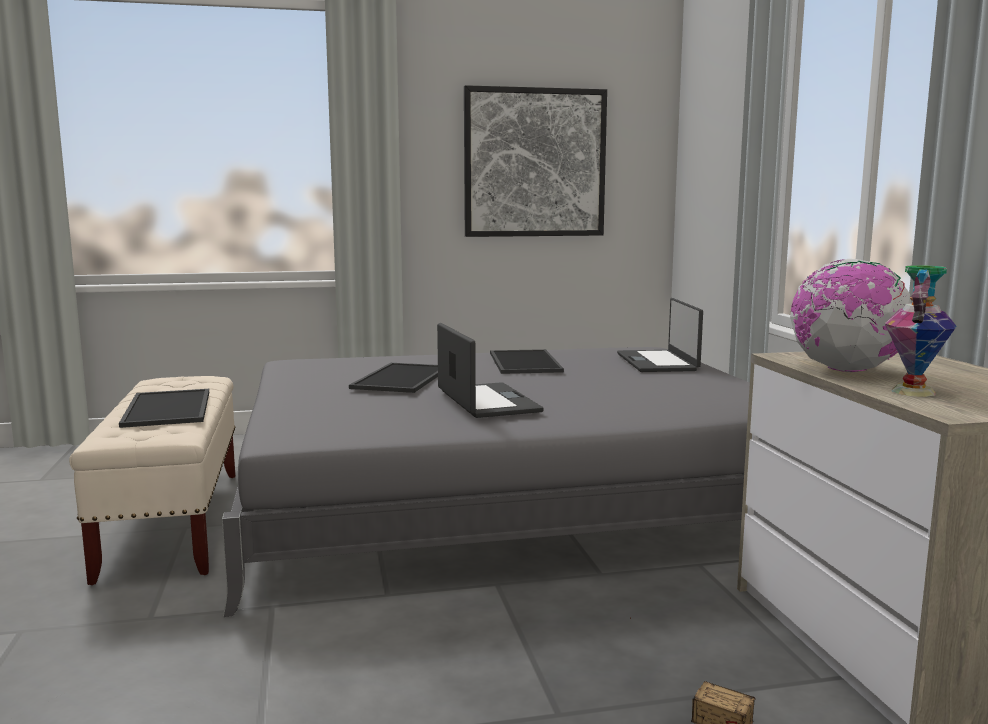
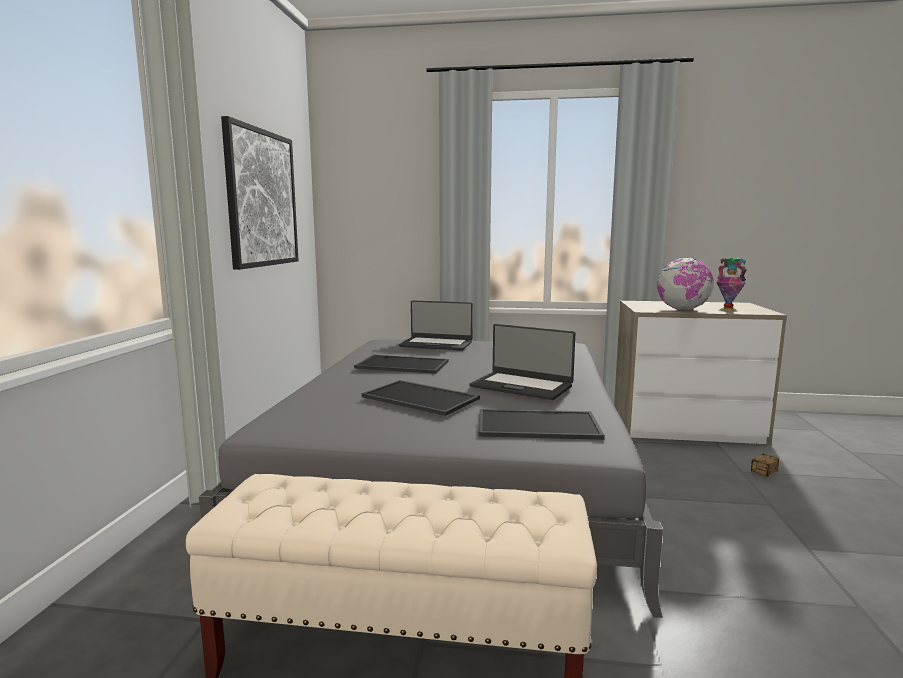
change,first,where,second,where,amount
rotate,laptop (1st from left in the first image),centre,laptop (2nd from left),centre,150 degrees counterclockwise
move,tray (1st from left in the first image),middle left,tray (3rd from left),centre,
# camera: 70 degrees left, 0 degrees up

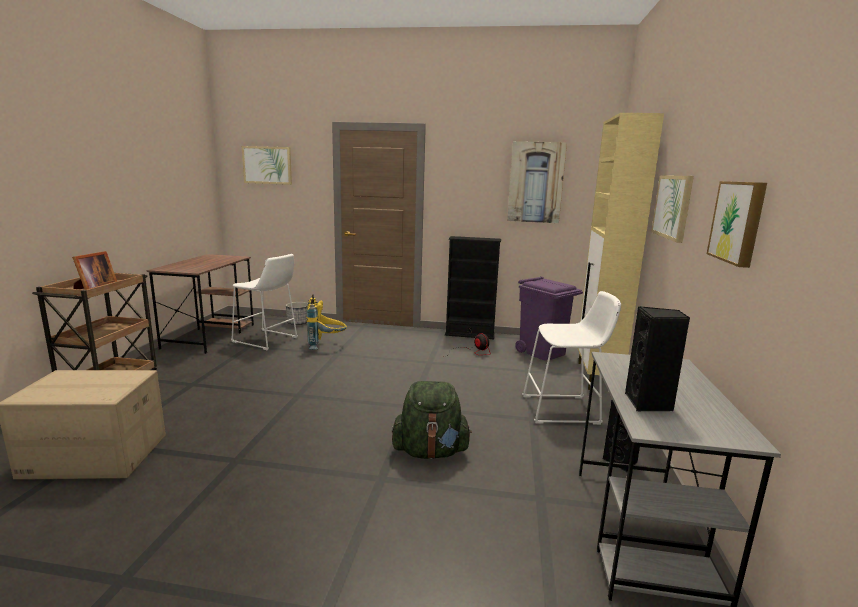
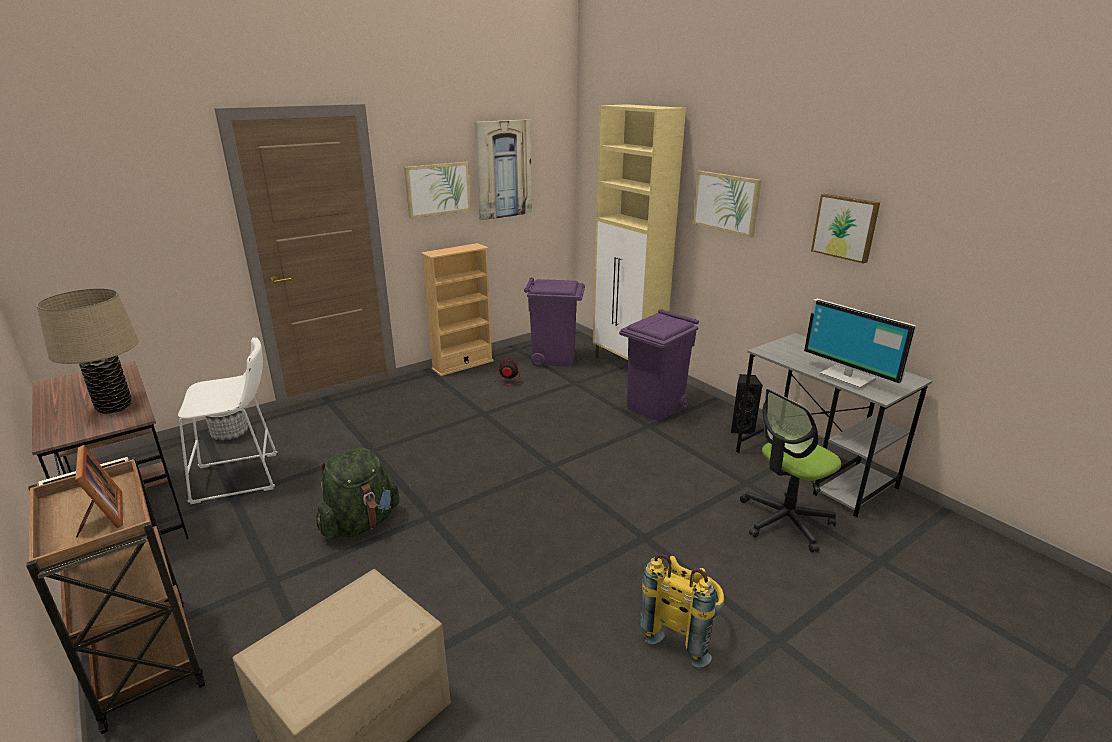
change,first,where,second,where,amount
insert,,,beige table lamp,middle left,
move,green backpack,bottom centre,,middle left,
move,picture (1st from left),top left,,top centre,
recolor,black bookcase,centre,beige bookcase,centre,
replace,white stool (2nd from left),centre,purple trash can (2nd from left),centre,
move,yellow backpack,centre,,bottom centre,
insert,,,office chair,middle right,
replace,black speaker (2nd from left),middle right,monitor,middle right,
# camera: 45 degrees left, 10 degrees up

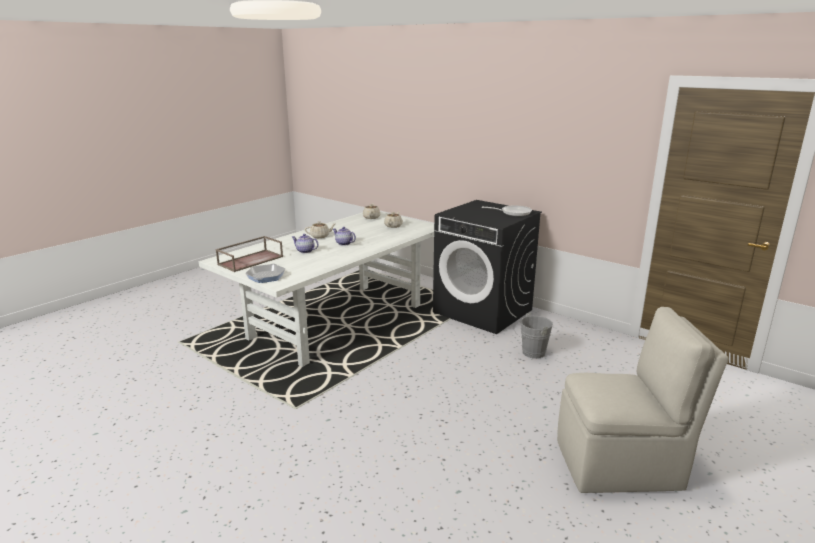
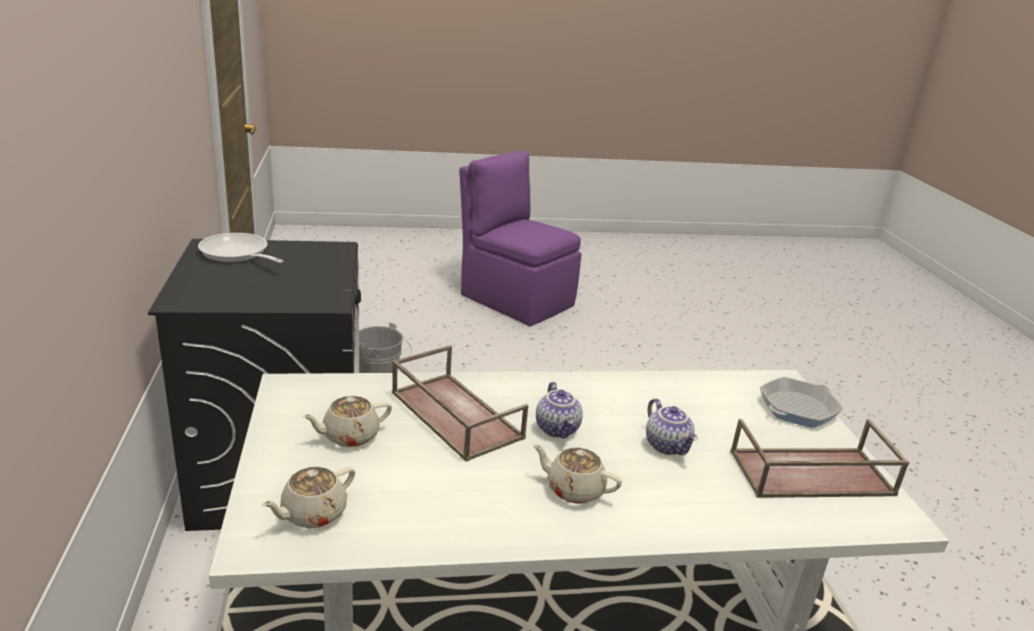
change,first,where,second,where,amount
insert,,,brown tray (1st from left),centre,
recolor,beige chair,bottom right,purple chair,centre,
# camera: 140 degrees left, 5 degrees up

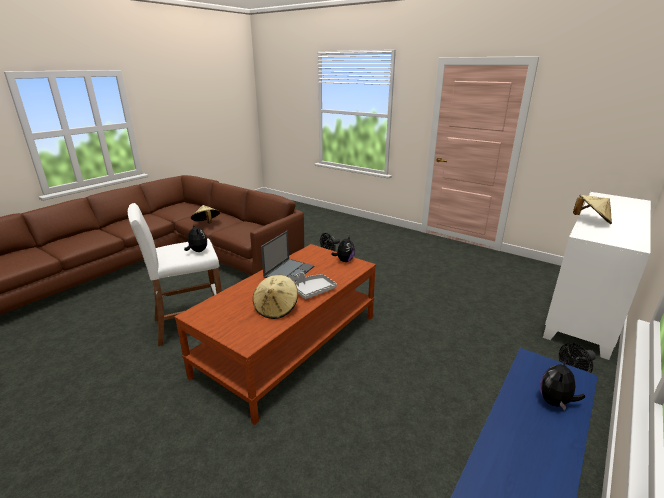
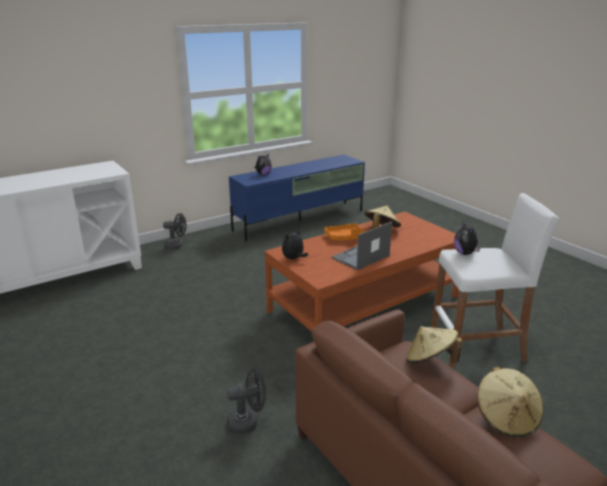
change,first,where,second,where,amount
recolor,grey tray,centre,orange tray,centre,
move,beige hat (3rd from left in the first image),middle right,beige hat (2nd from left),bottom right,
# camera: 160 degrees left, 0 degrees up

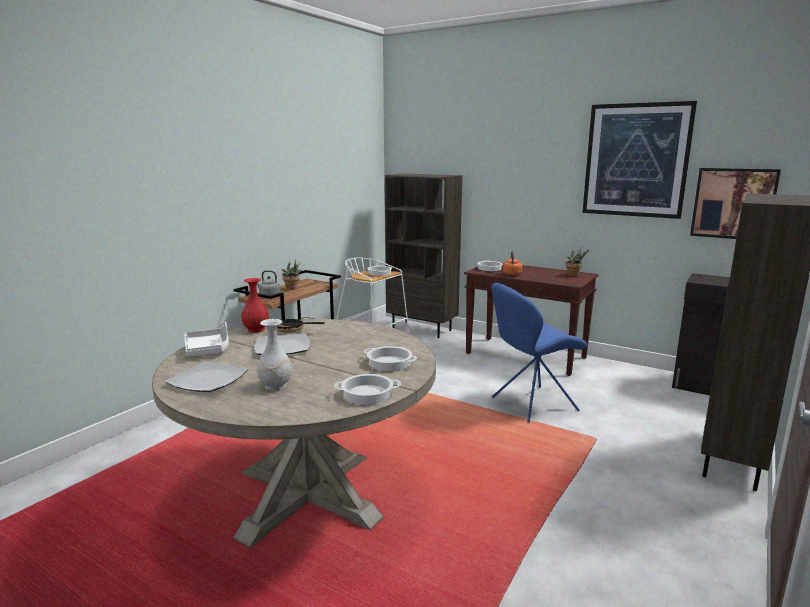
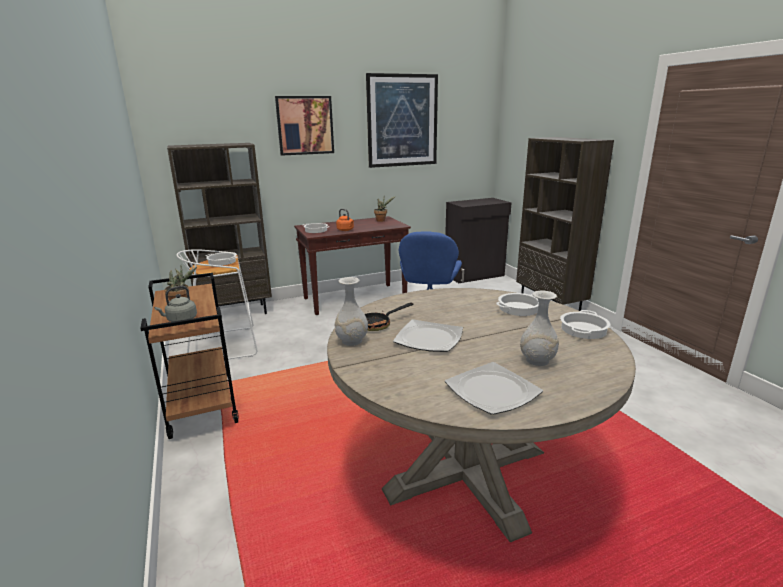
change,first,where,second,where,amount
move,picture (2nd from left in the first image),middle right,picture (1st from left),top centre,
recolor,red vase,middle left,white vase (1st from left),centre,
delete,white tray,middle left,,,
# camera: 55 degrees left, 5 degrees up

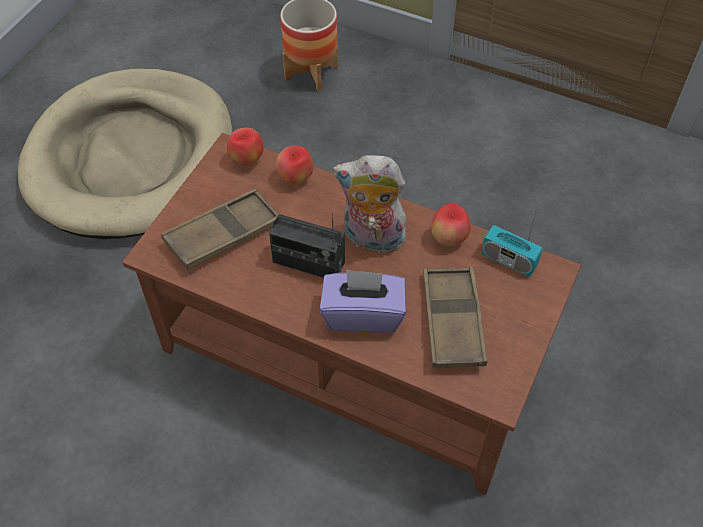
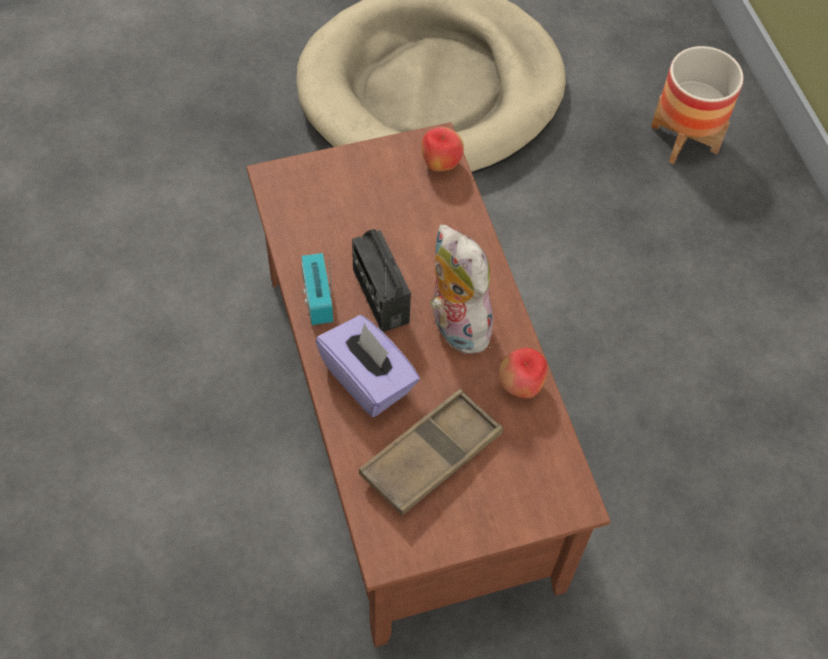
change,first,where,second,where,amount
move,radio (2nd from left in the first image),middle right,radio (1st from left),centre,
delete,brown tray (1st from left),middle left,,,
delete,apple (2nd from left),top centre,,,
# camera: 45 degrees right, 5 degrees up

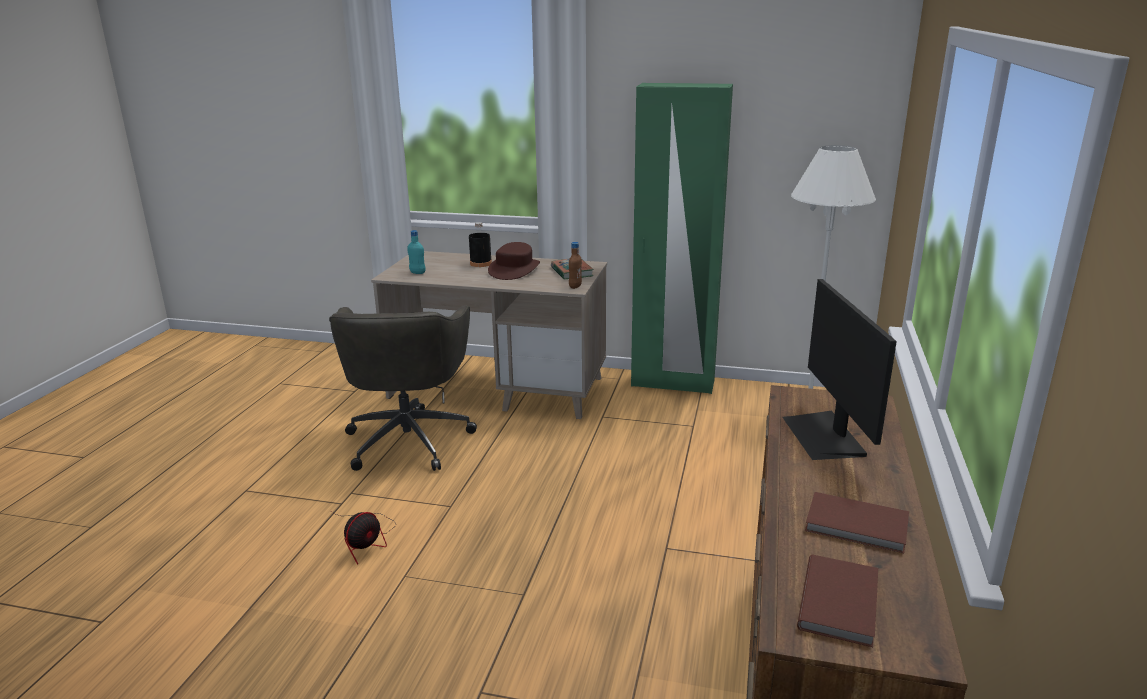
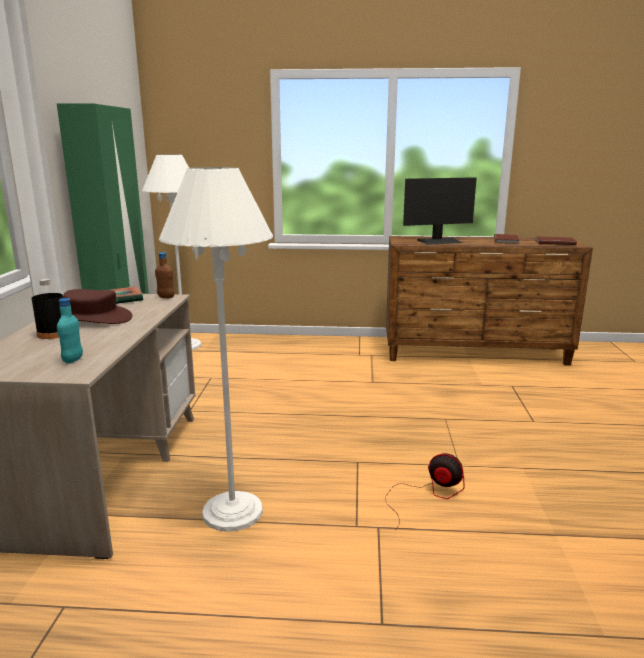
change,first,where,second,where,amount
replace,grey office chair,centre,white floor lamp (2nd from left),centre,
# camera: 100 degrees left, 5 degrees down

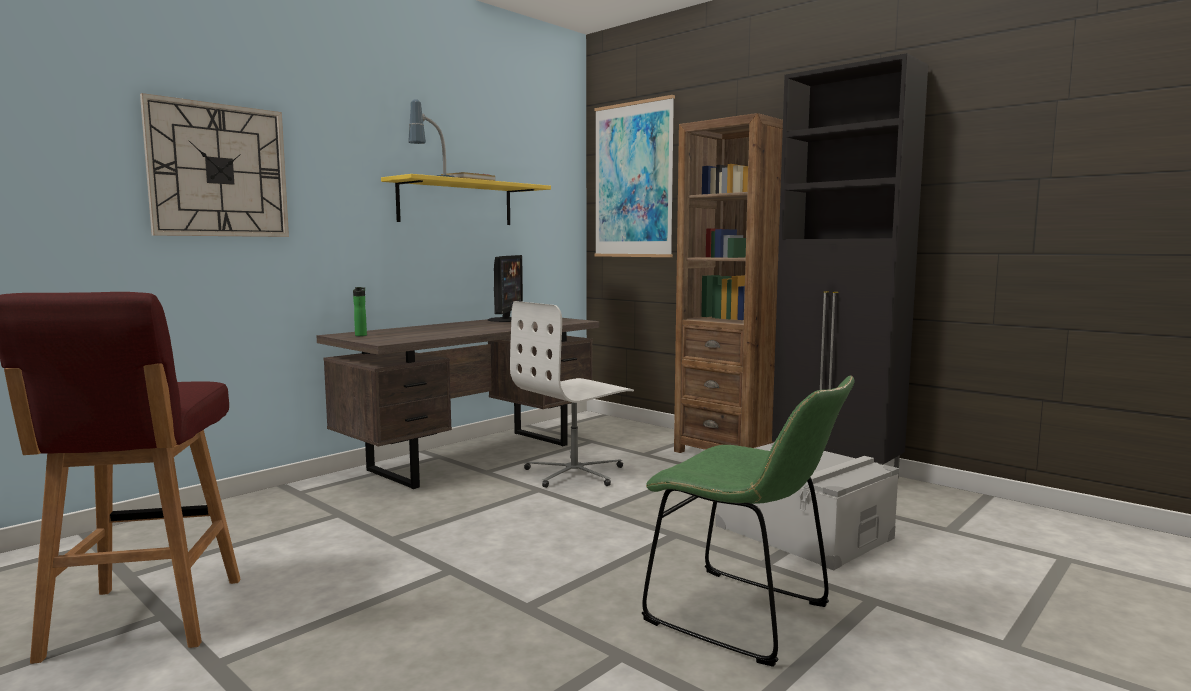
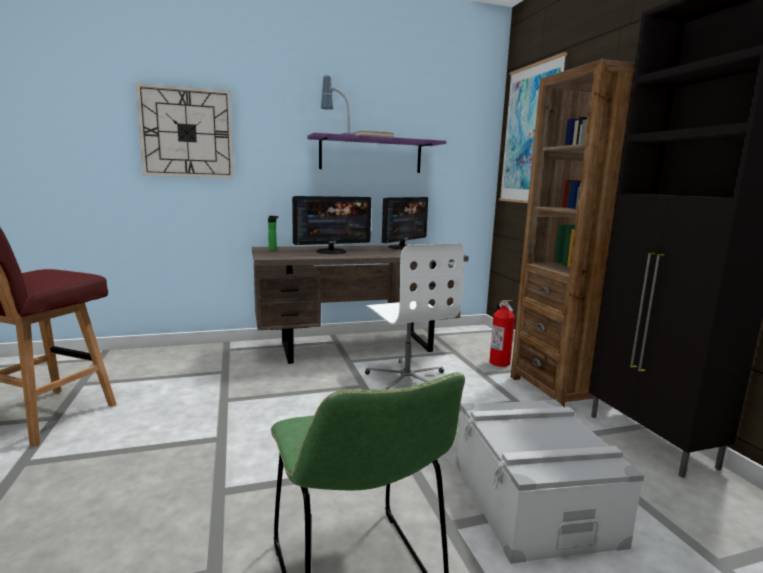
change,first,where,second,where,amount
insert,,,monitor (1st from left),centre,
recolor,yellow shelf,top centre,purple shelf,top centre,
rotate,white office chair,centre,,centre,105 degrees counterclockwise
insert,,,fire extinguisher,centre,
# camera: 30 degrees right, 5 degrees up

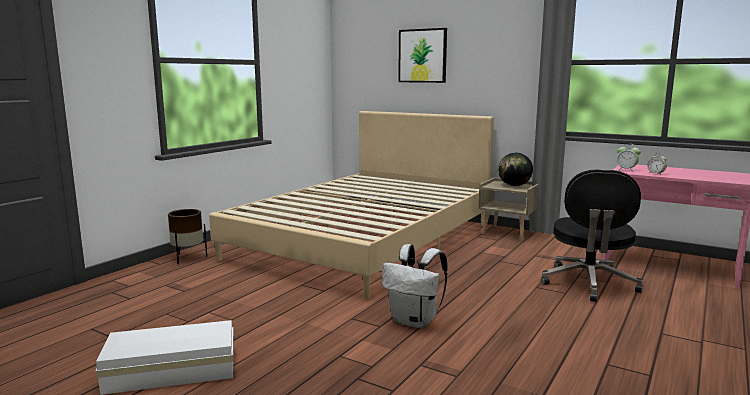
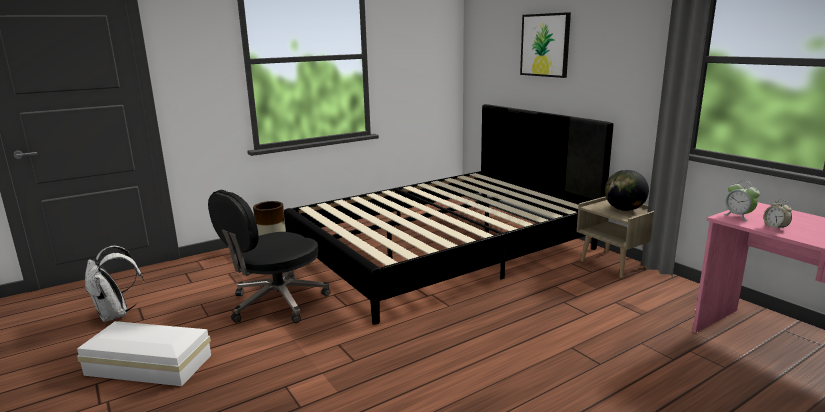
change,first,where,second,where,amount
move,white backpack,bottom centre,,bottom left,
move,black office chair,middle right,,middle left,
recolor,beige bed,centre,black bed,centre,
# camera: 25 degrees right, 5 degrees up

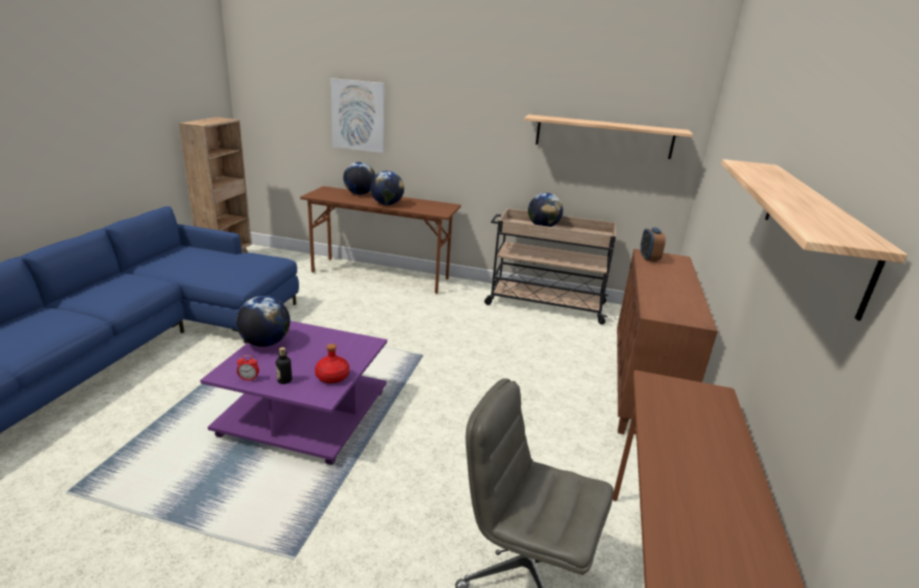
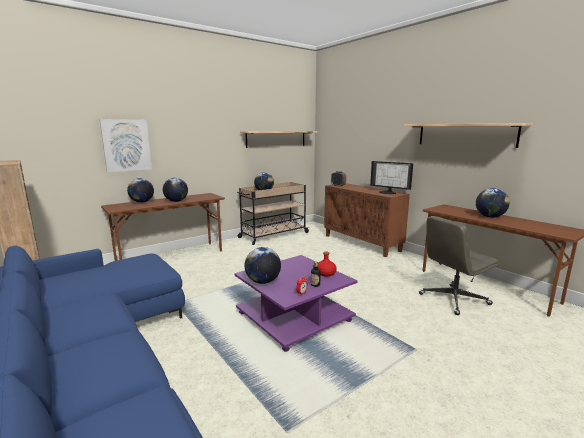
change,first,where,second,where,amount
insert,,,monitor,middle right,
insert,,,globe (5th from left),middle right,
# camera: 50 degrees left, 10 degrees down

